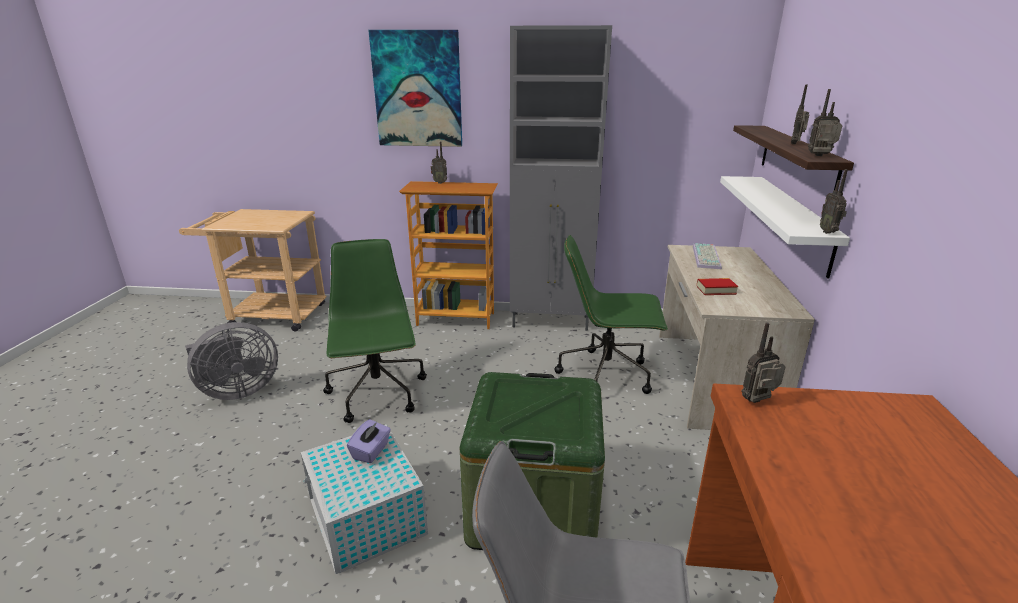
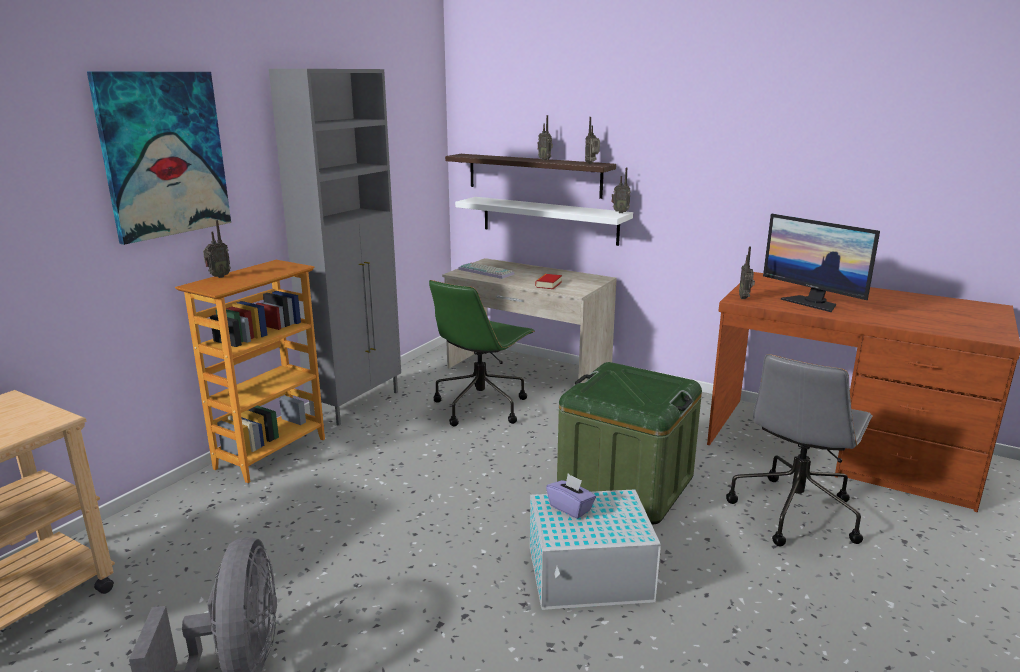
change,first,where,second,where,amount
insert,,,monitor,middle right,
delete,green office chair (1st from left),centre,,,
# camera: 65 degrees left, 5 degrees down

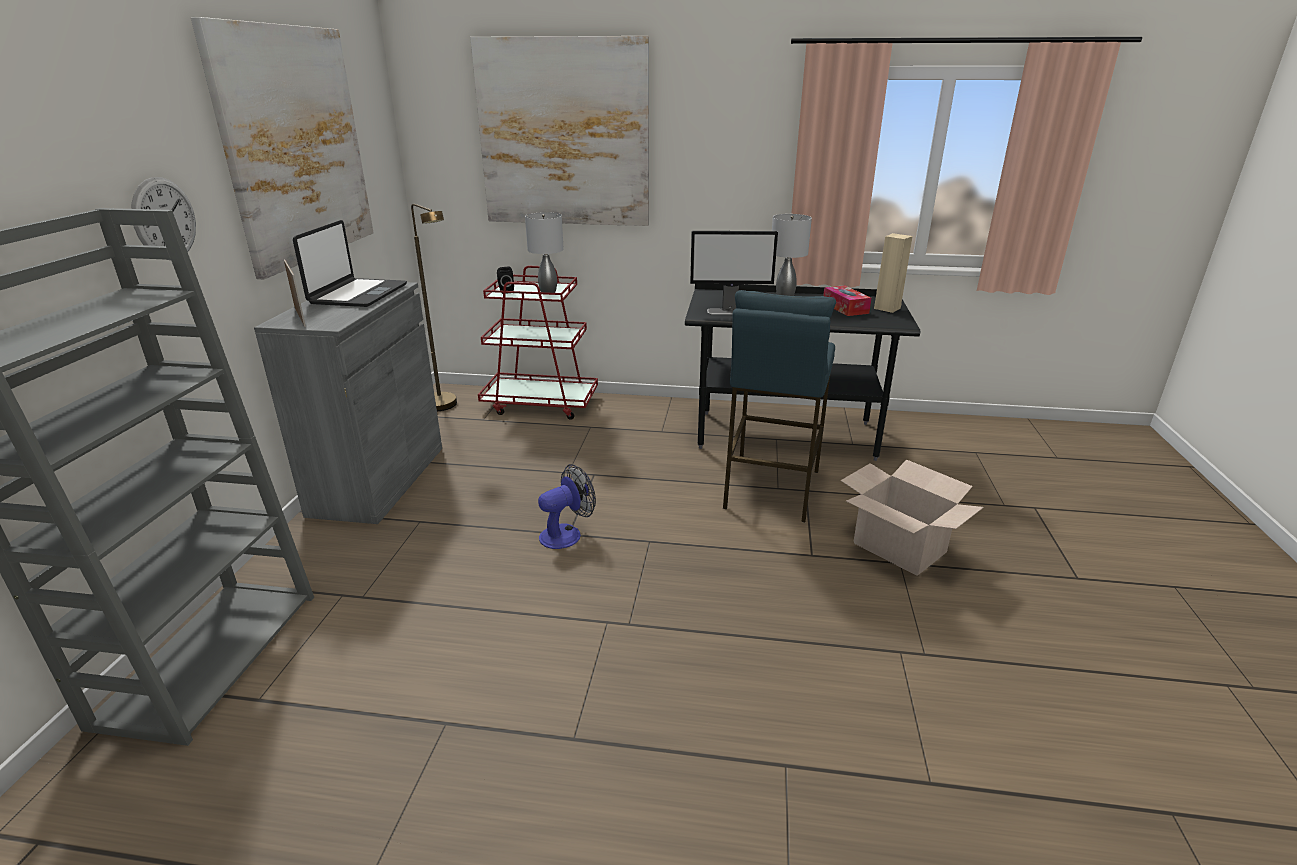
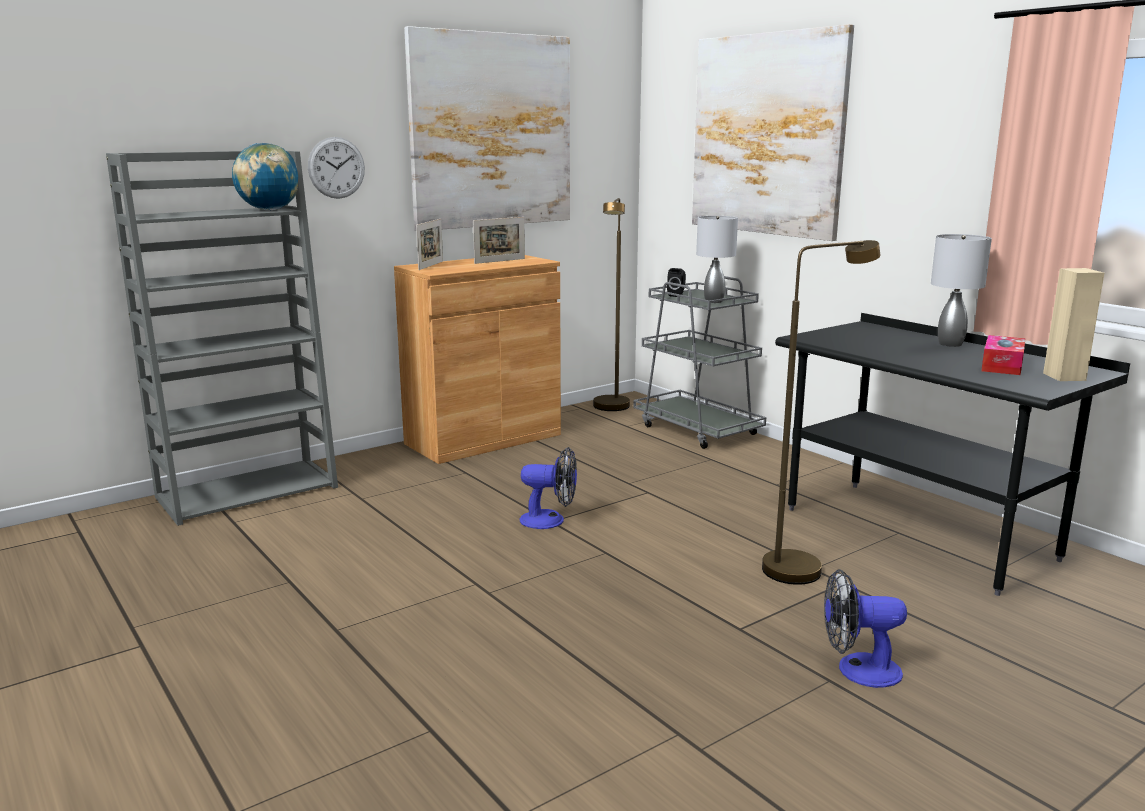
change,first,where,second,where,amount
insert,,,globe,top left,
recolor,grey cabinet,middle left,brown cabinet,centre,
replace,laptop,top left,picture frame (2nd from left),top centre,
recolor,red cart,centre,grey cart,centre,
replace,blue stool,centre,brown floor lamp (2nd from left),middle right,
replace,cardboard box,middle right,fan (2nd from left),bottom right,
delete,monitor,top centre,,,
# camera: 45 degrees right, 10 degrees down

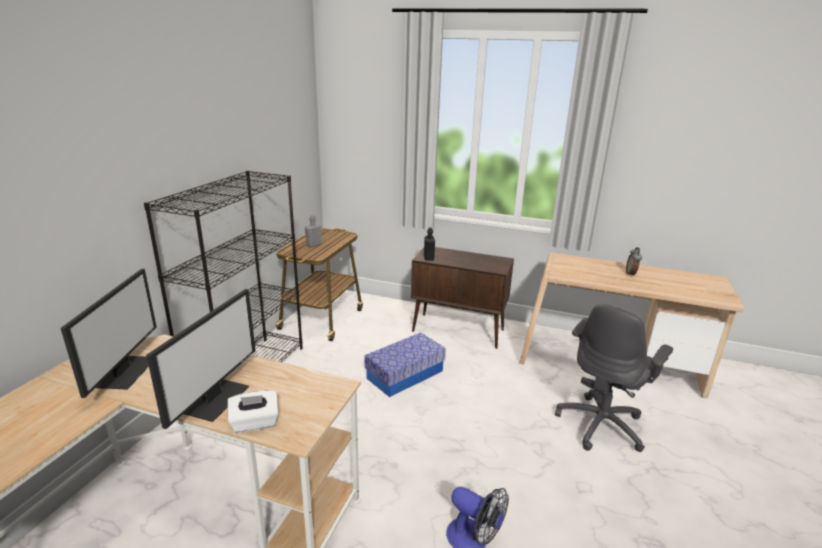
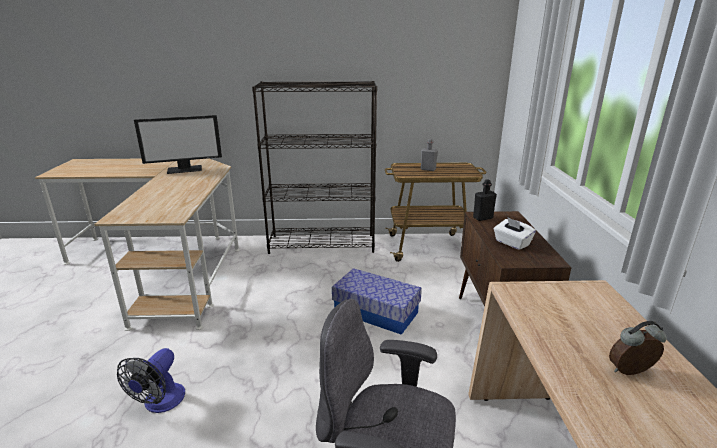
change,first,where,second,where,amount
move,white tissue box,bottom left,,middle right,
delete,monitor (2nd from left),middle left,,,
# camera: 70 degrees right, 0 degrees up

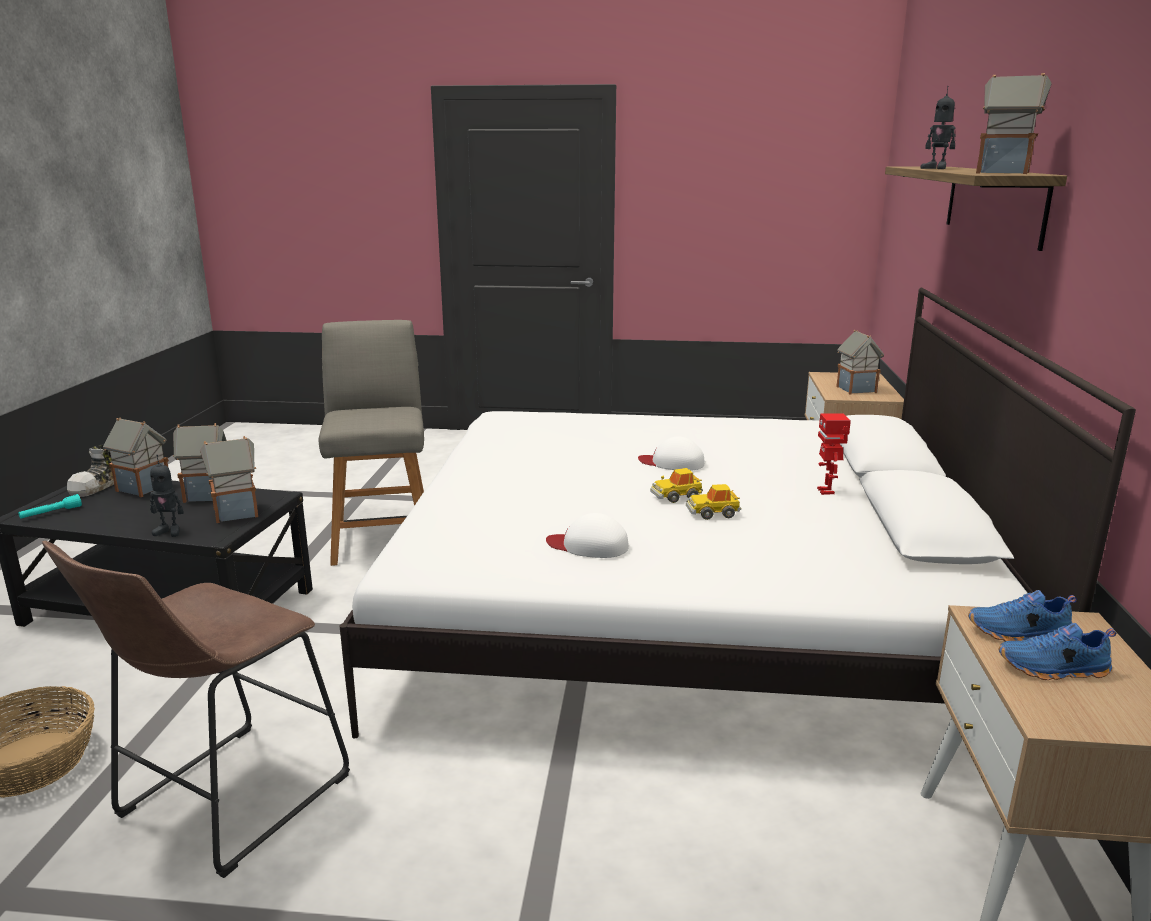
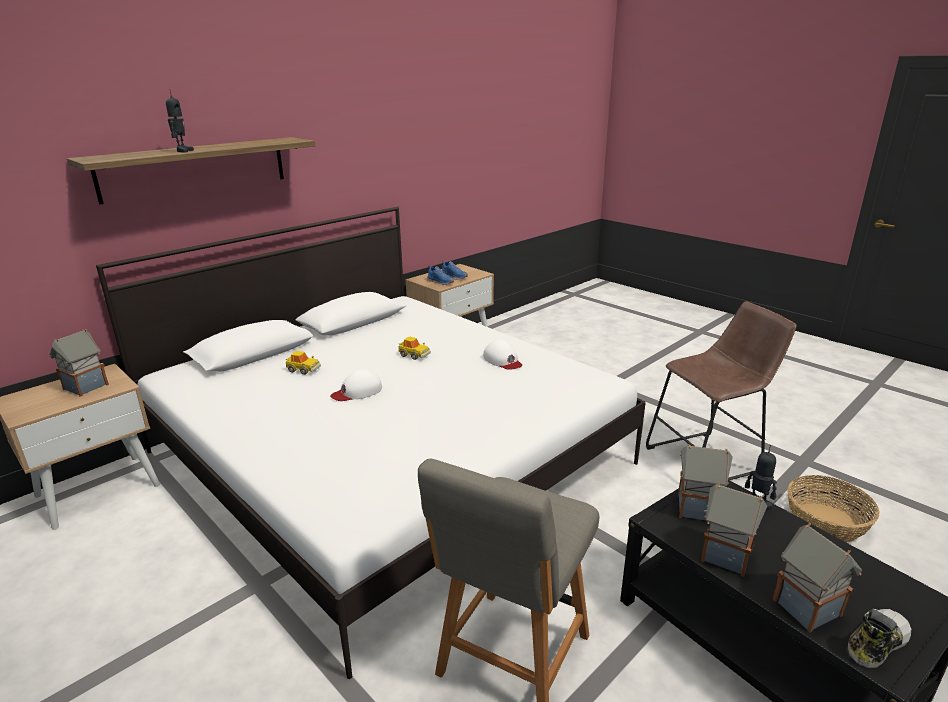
change,first,where,second,where,amount
move,toy car (1st from left),centre,,middle left,
rotate,white cap (2nd from left in the first image),centre,white cap (1st from left),centre,90 degrees clockwise
delete,turquoise flashlight,middle left,,,
delete,toy robot (2nd from left),middle right,,,
delete,toy house (5th from left),top right,,,
# camera: 140 degrees left, 5 degrees up

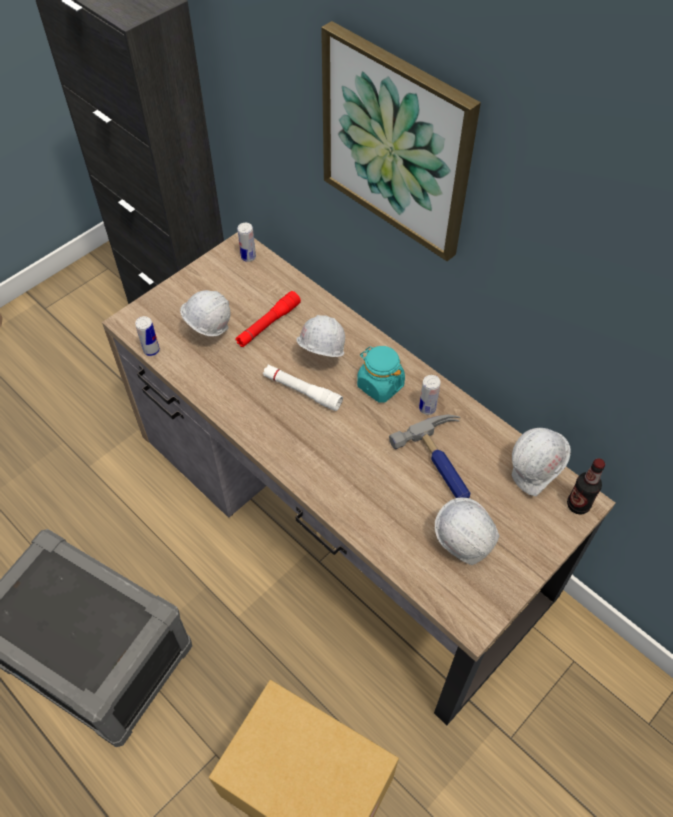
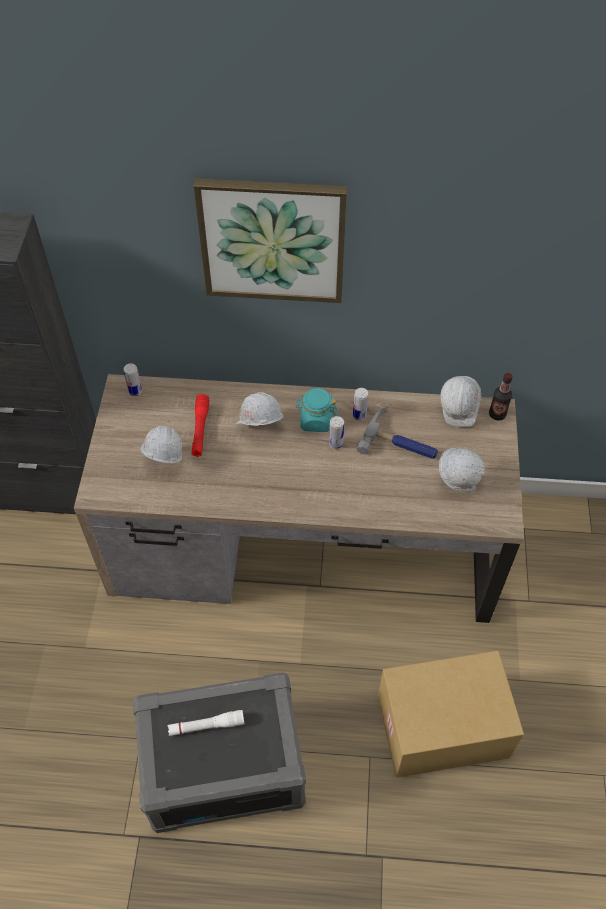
change,first,where,second,where,amount
move,white flashlight,centre,,bottom centre,
move,can (1st from left in the first image),middle left,can (2nd from left),centre,
# camera: 40 degrees left, 0 degrees up

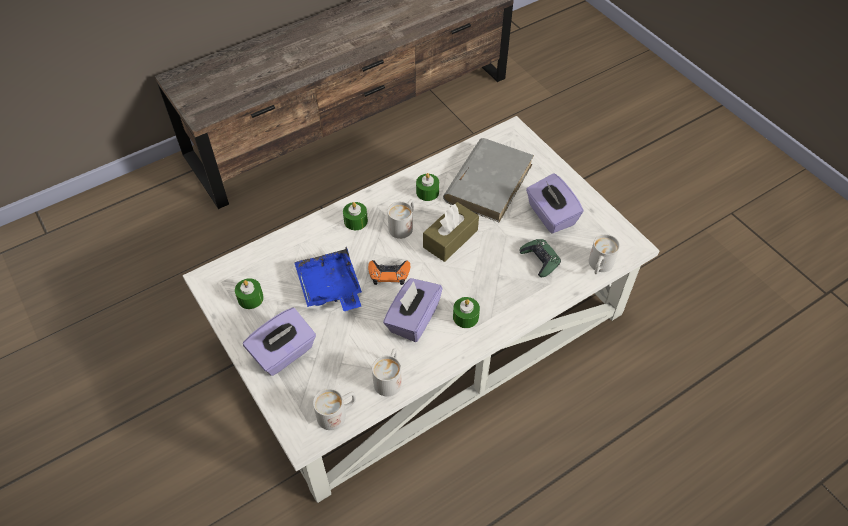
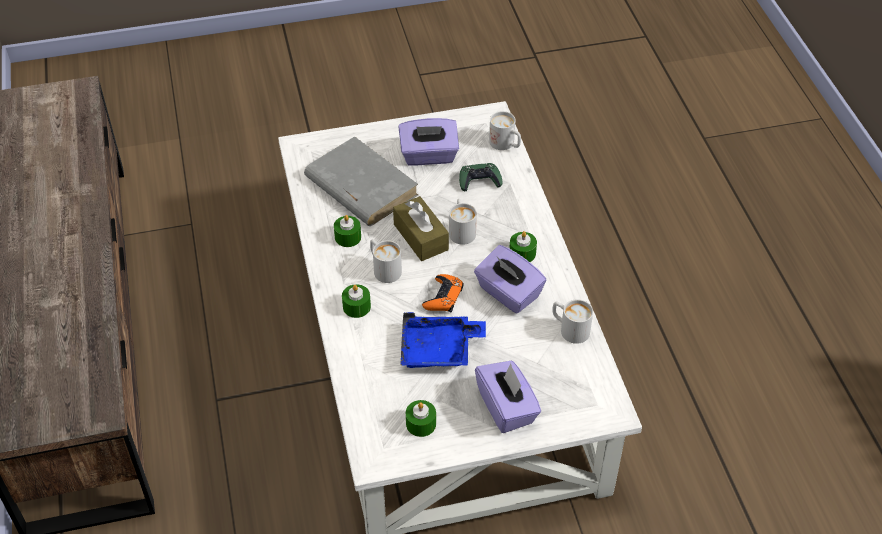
change,first,where,second,where,amount
move,white mug (1st from left in the first image),bottom centre,white mug (2nd from left),centre,
# camera: 70 degrees left, 5 degrees down

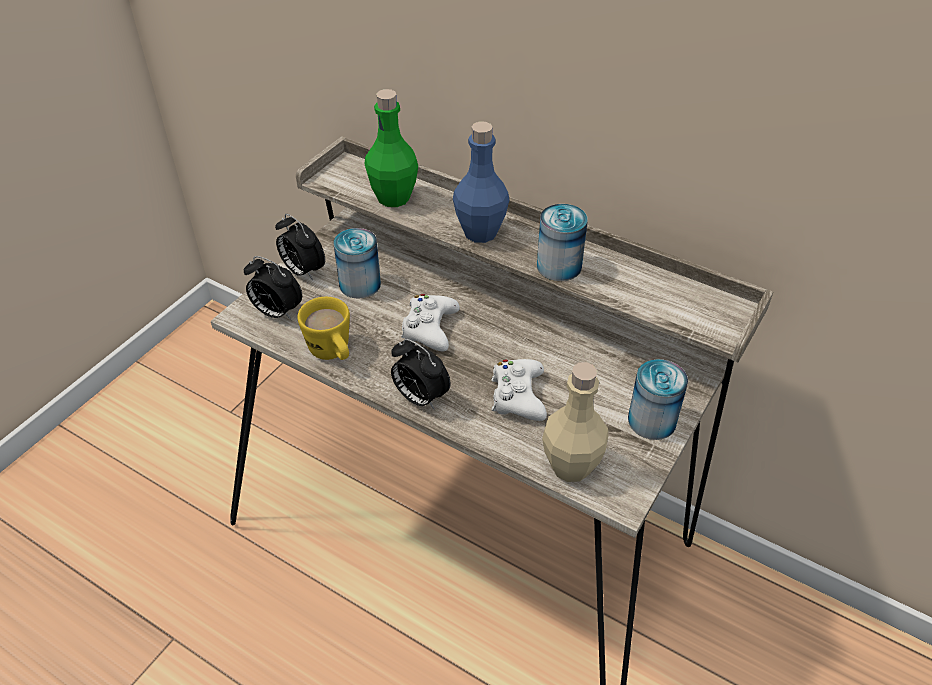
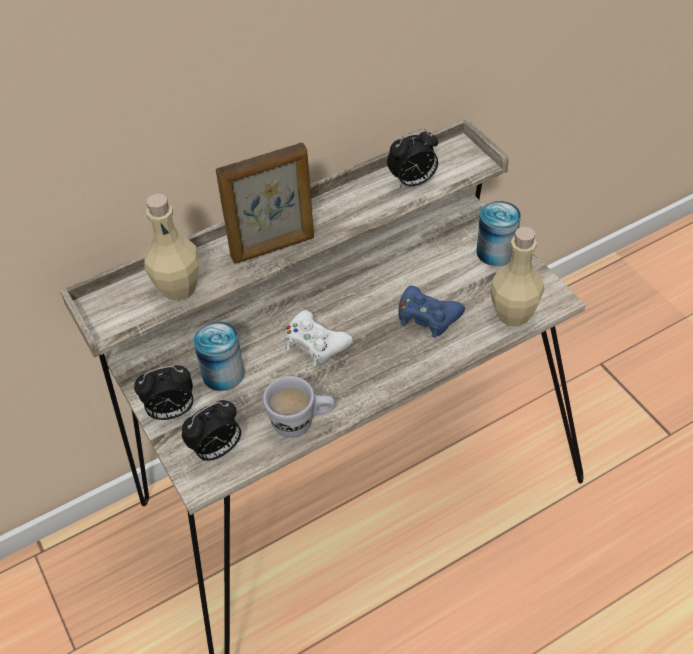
change,first,where,second,where,amount
recolor,green bottle,top centre,beige bottle (1st from left),middle left,
replace,blue bottle,top centre,picture frame,top centre,
recolor,yellow mug,centre,white mug,centre,
move,alarm clock (3rd from left),centre,,top centre,
recolor,white game controller (2nd from left),centre,blue game controller,centre,
delete,can (2nd from left),centre,,,
# camera: 60 degrees left, 5 degrees up

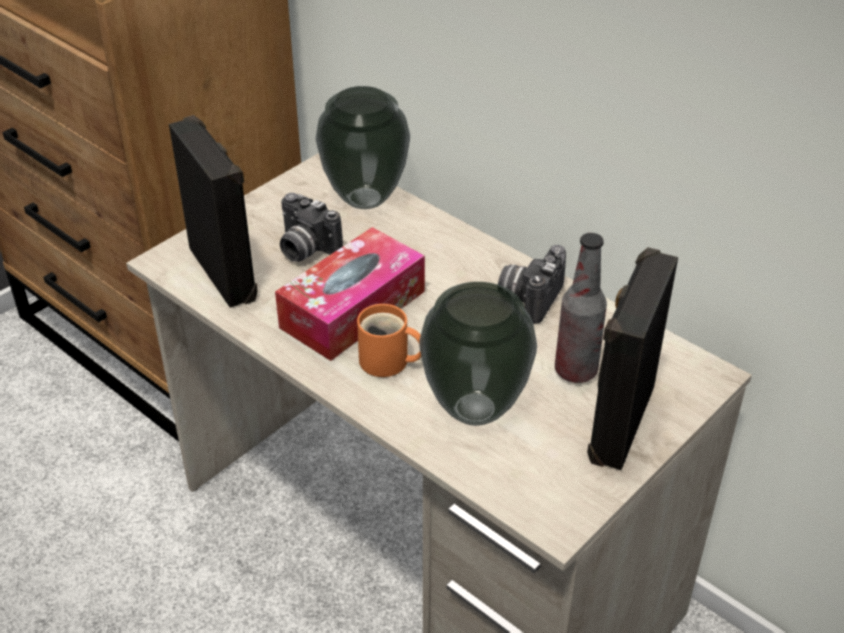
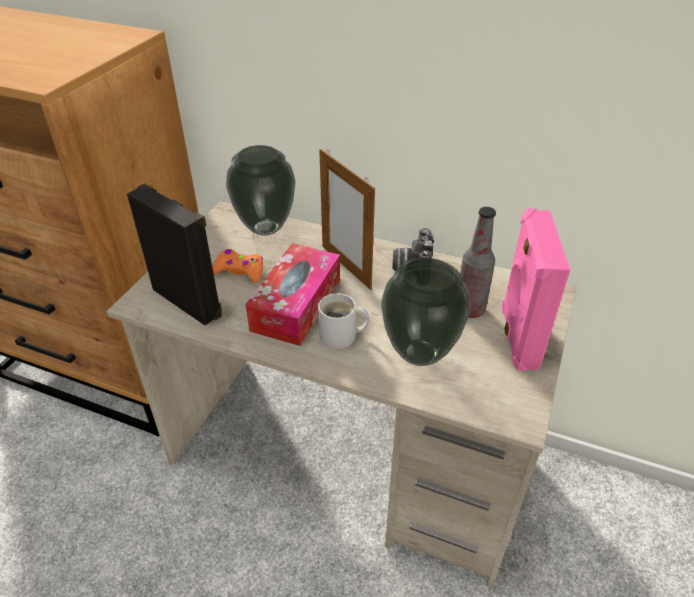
change,first,where,second,where,amount
replace,photo camera (1st from left),centre,orange game controller,centre,
recolor,orange mug,centre,white mug,centre,
insert,,,picture frame,centre,
recolor,black speaker (2nd from left),middle right,pink speaker,middle right,
# camera: 20 degrees left, 0 degrees up

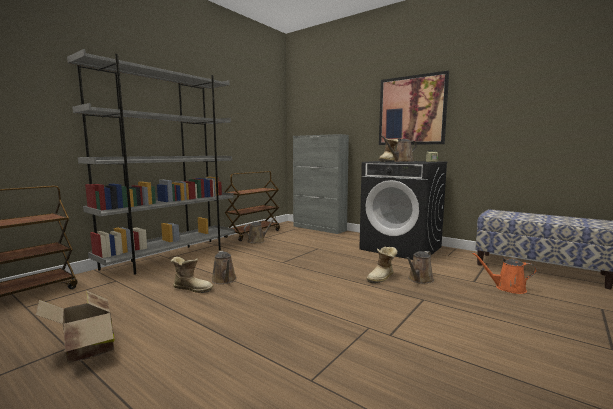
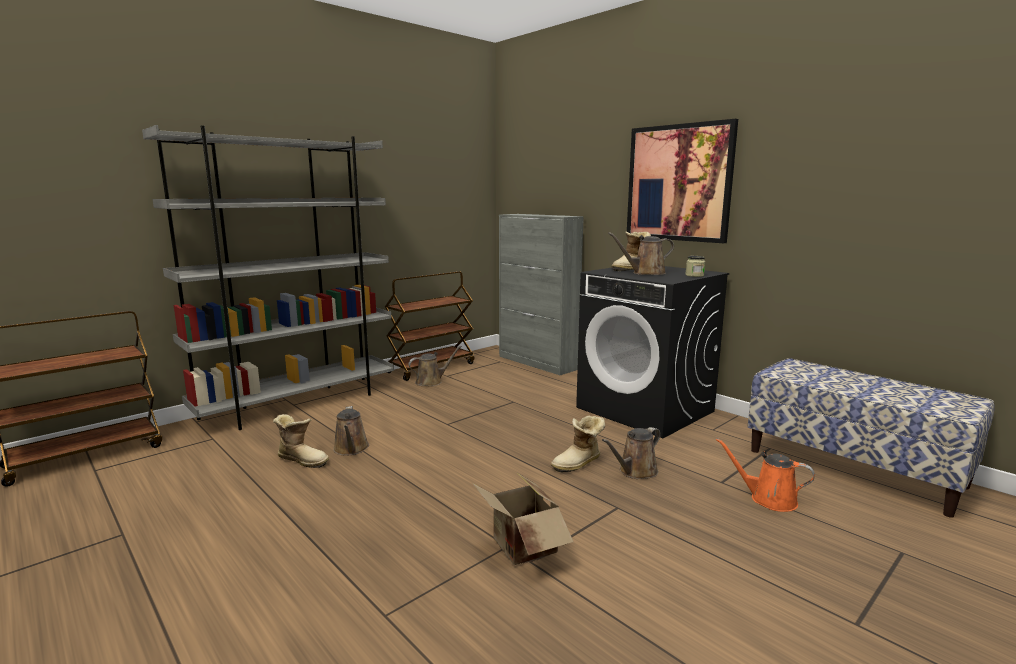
change,first,where,second,where,amount
move,cardboard box,bottom left,,bottom centre,
# camera: 10 degrees right, 5 degrees up

